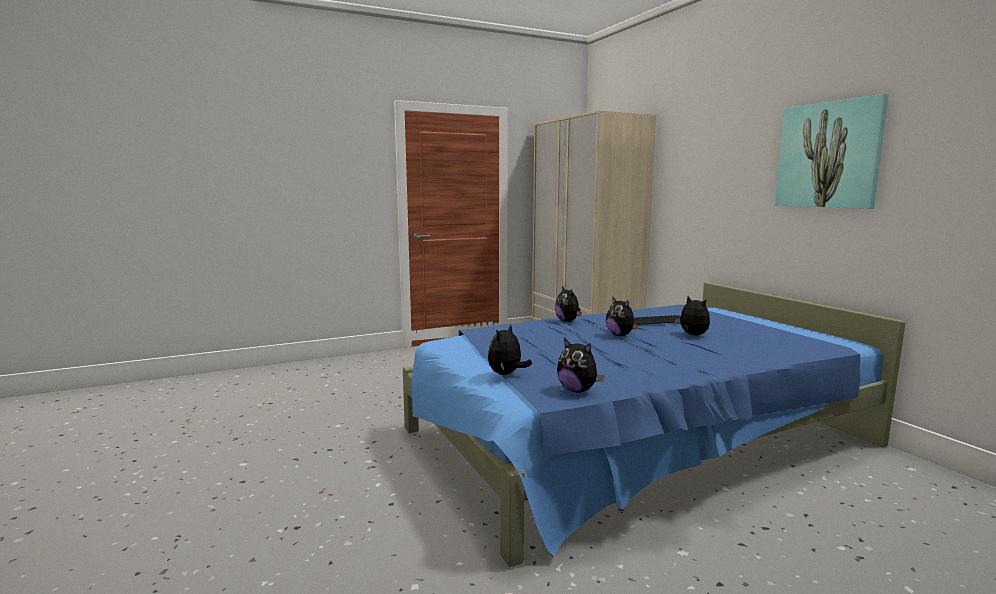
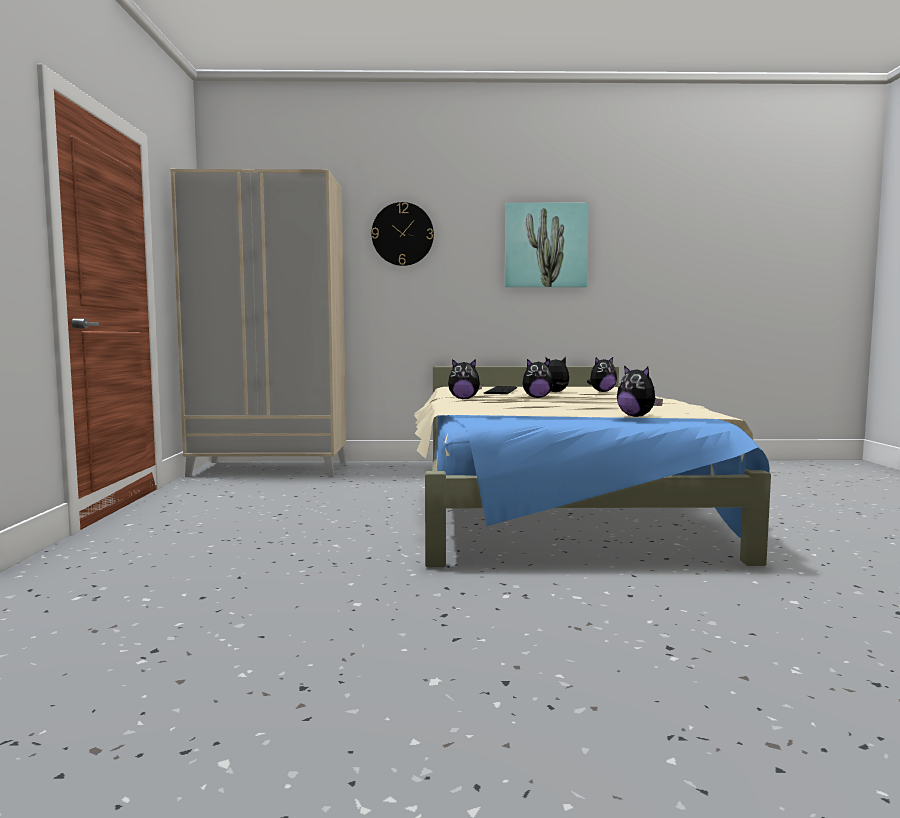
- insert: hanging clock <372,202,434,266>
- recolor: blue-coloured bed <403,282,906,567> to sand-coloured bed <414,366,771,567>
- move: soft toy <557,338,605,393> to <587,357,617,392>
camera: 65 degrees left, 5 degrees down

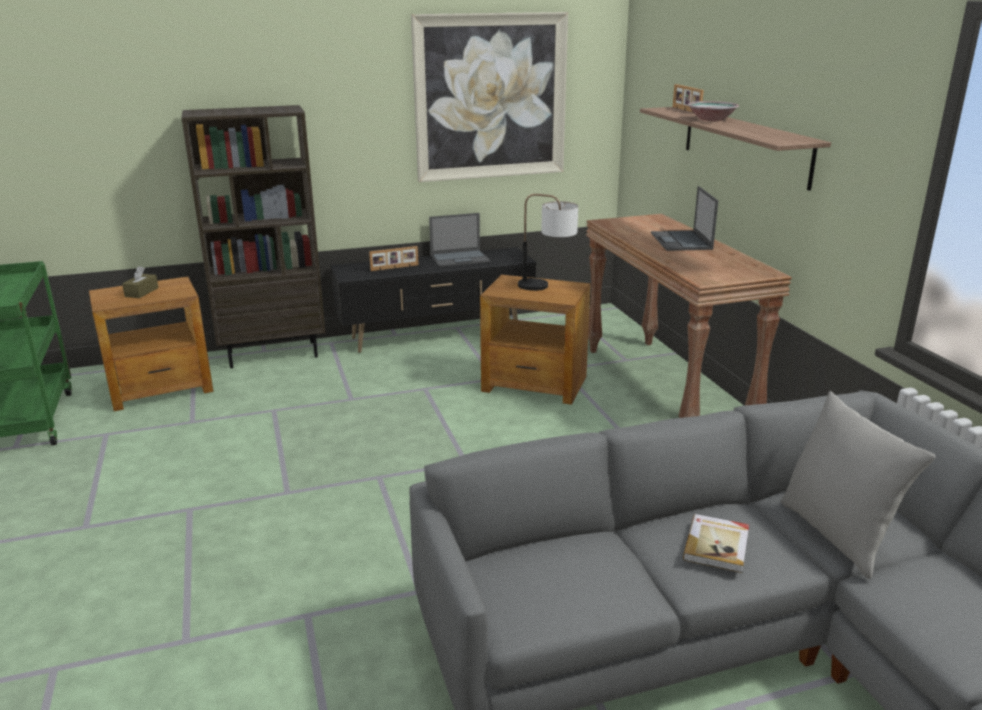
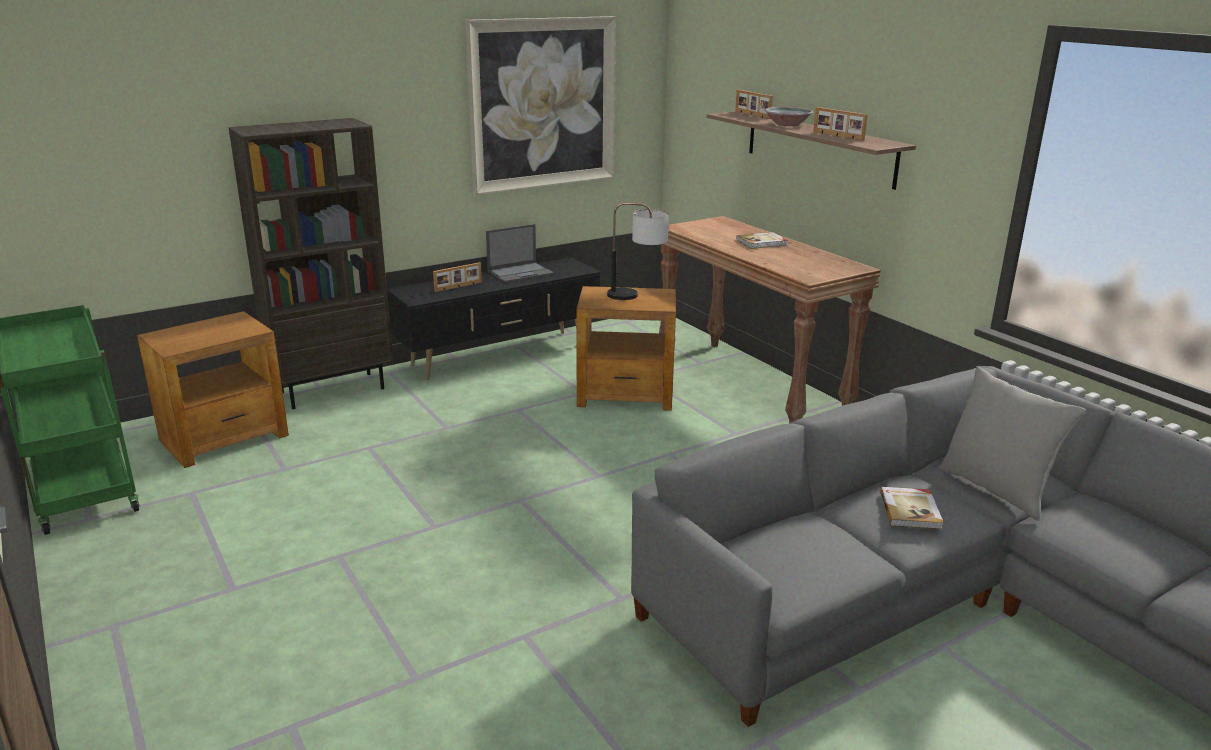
- replace: laptop <651,186,718,251> to book <736,232,788,248>
- insert: picture frame <813,107,868,140>
- delete: brownish tissue holder <122,266,159,298>
camera: 15 degrees left, 0 degrees up

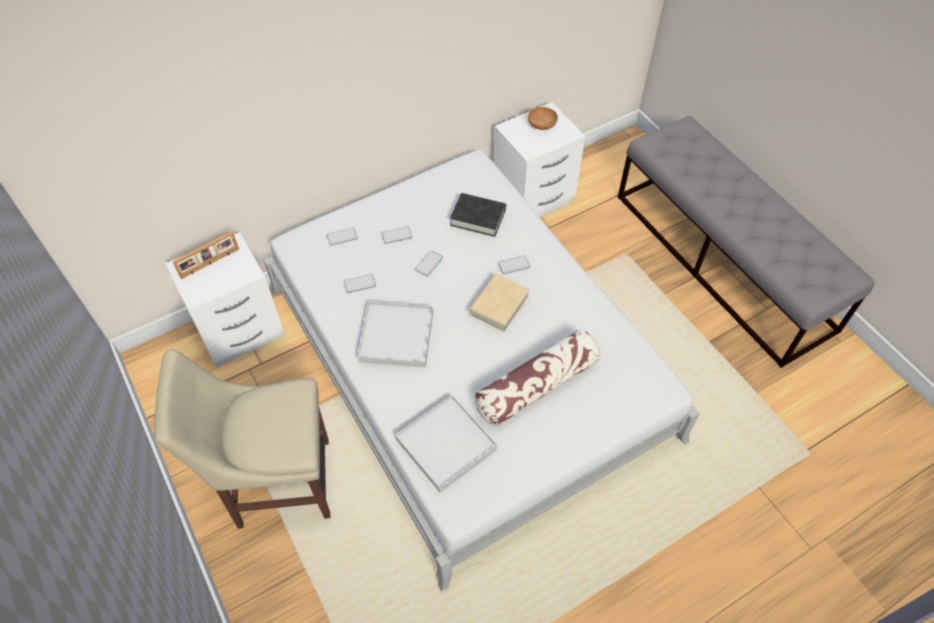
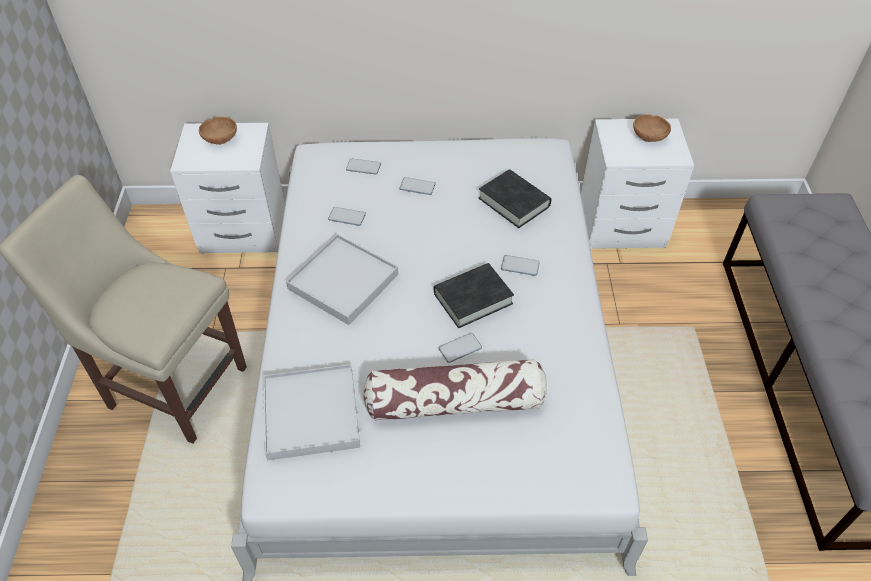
- replace: picture frame <172,231,239,279> to brownish deep dish <199,117,237,145>
- recolor: sand-coloured book <469,274,530,332> to blackish book <434,263,514,328>
- move: handset <415,251,443,276> to <438,333,482,363>
camera: 30 degrees right, 5 degrees down

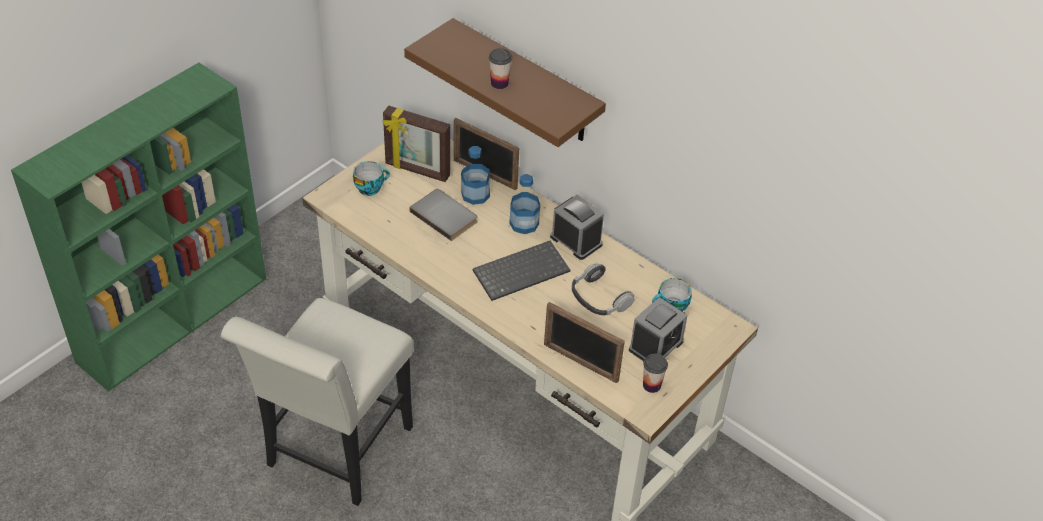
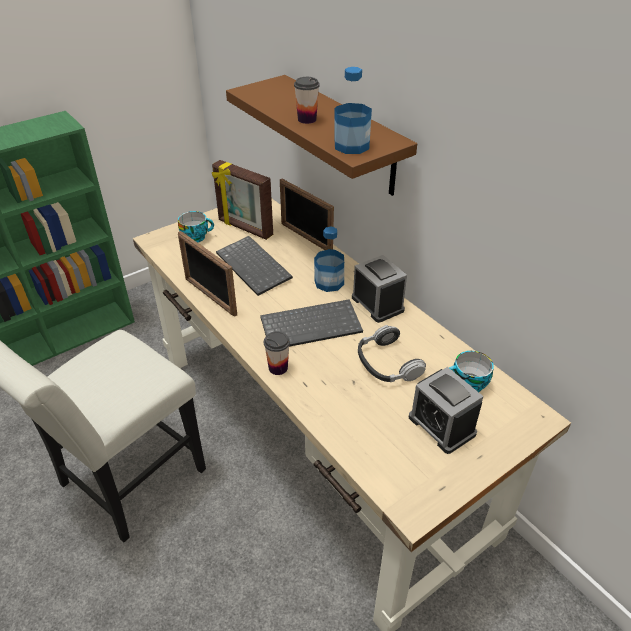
- move: picture frame <544,302,625,383> to <178,231,237,317>
- replace: gray book <410,189,478,241> to PC keyboard <216,236,293,296>
- move: drinking cup <643,354,668,393> to <264,331,290,375>
- move: bottle <461,146,490,205> to <334,67,372,154>
- rotate: bedside clock <629,297,688,361> = <409,367,483,454> 90 degrees clockwise
camera: 15 degrees right, 5 degrees down

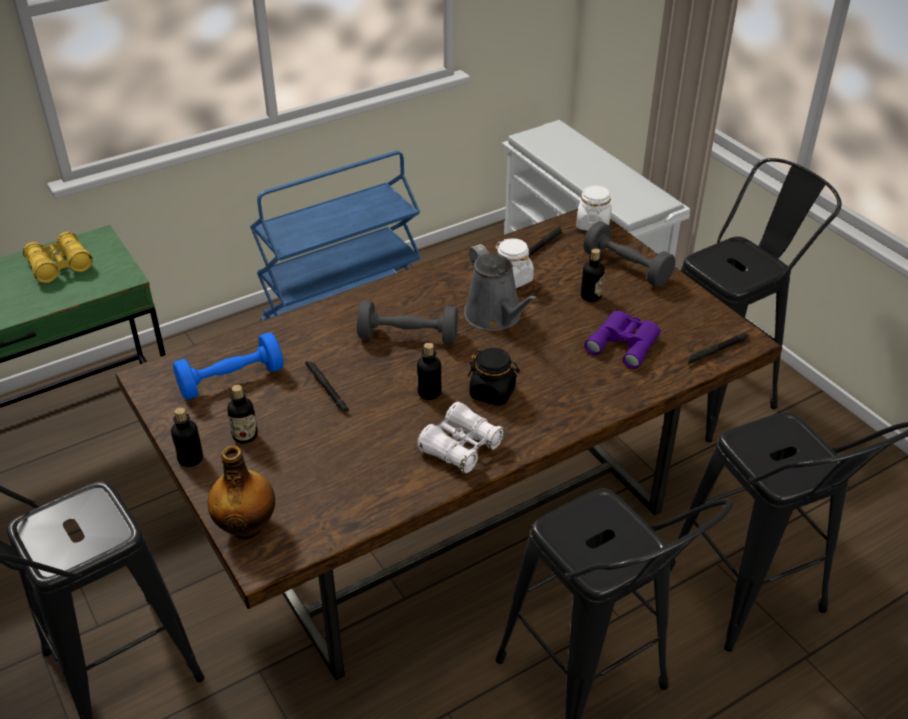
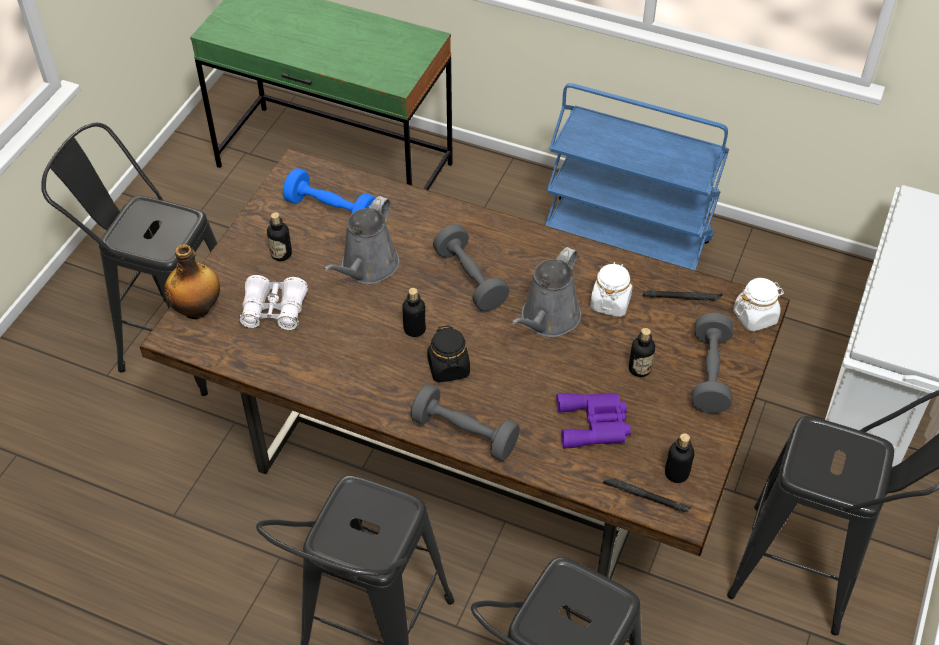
- move: white binoculars <417,402,505,474> to <239,275,308,330>
- replace: blackish hand torch <305,361,349,412> to gray watering pot <323,196,399,284>
- insert: gray hand weight <411,384,520,461>
- move: bottle <171,407,203,467> to <665,433,695,483>
- delete: yellowish binoculars <23,232,93,283>
camera: 55 degrees right, 10 degrees up

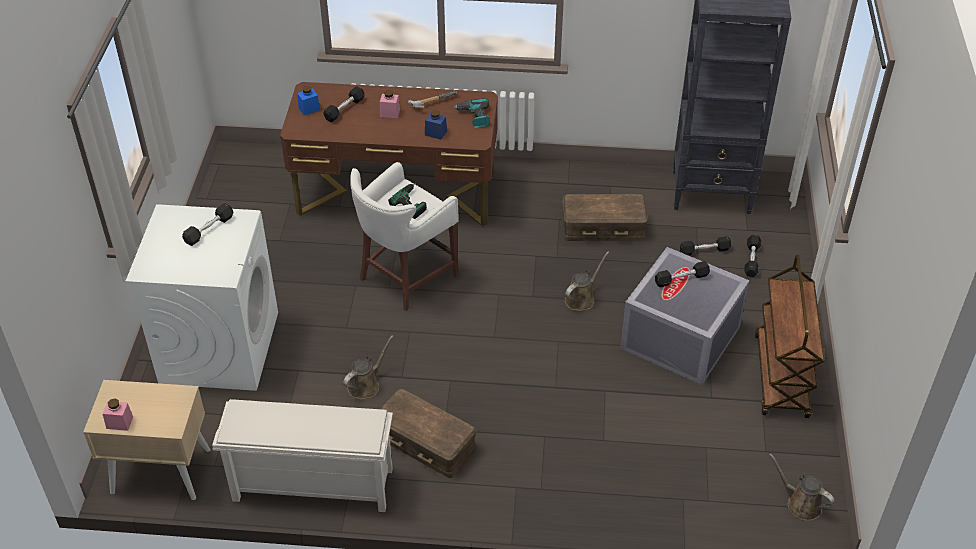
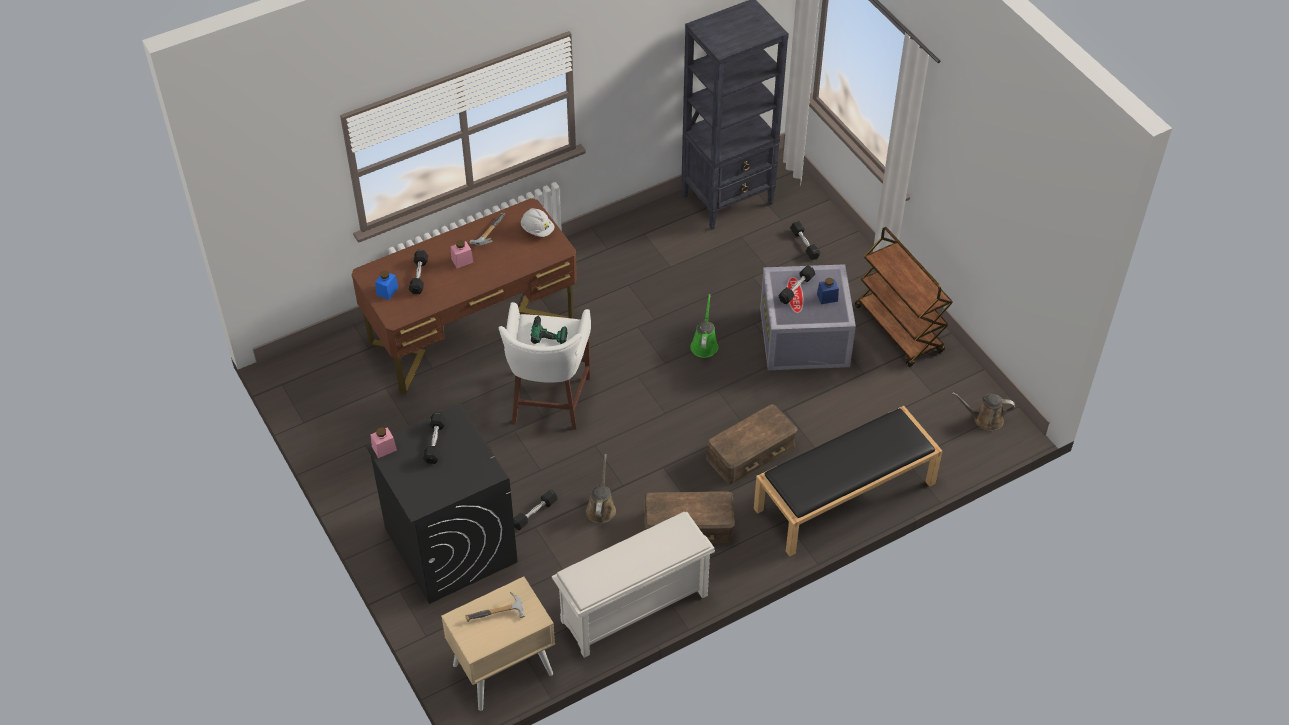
- recolor: white laundry appliance <126,204,278,391> to blackish laundry appliance <365,404,518,604>
- move: pinkish storage jar <103,399,133,431> to <370,427,397,458>
- insert: hammer <465,592,525,622>
- move: blackish hand weight <680,236,731,255> to <513,490,558,530>
- replace: power drill <453,98,490,128> to white safety helmet <521,208,555,237>
- recolor: brownish watering pot <565,252,609,311> to green watering pot <690,294,718,358>
- move: brownish storage bin <562,194,648,241> to <706,404,797,485>
- insert: blackish long seat <754,406,942,557>
- move: blue-coloured storage jar <425,110,447,140> to <817,278,839,304>
camera: 35 degrees left, 5 degrees up

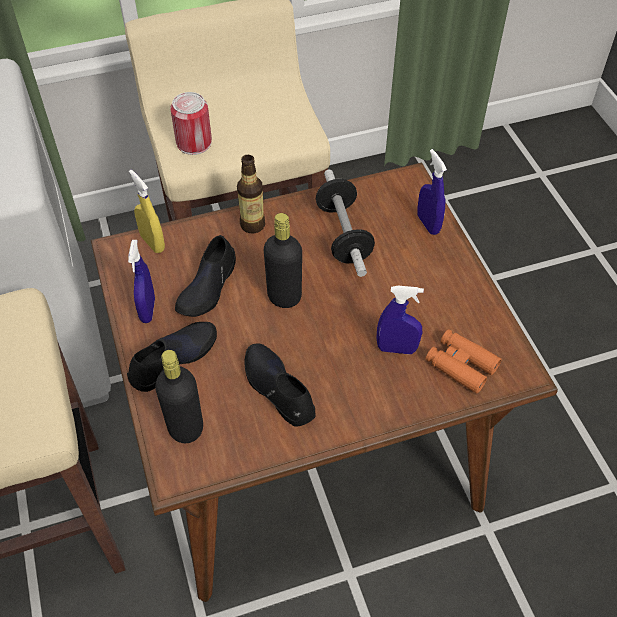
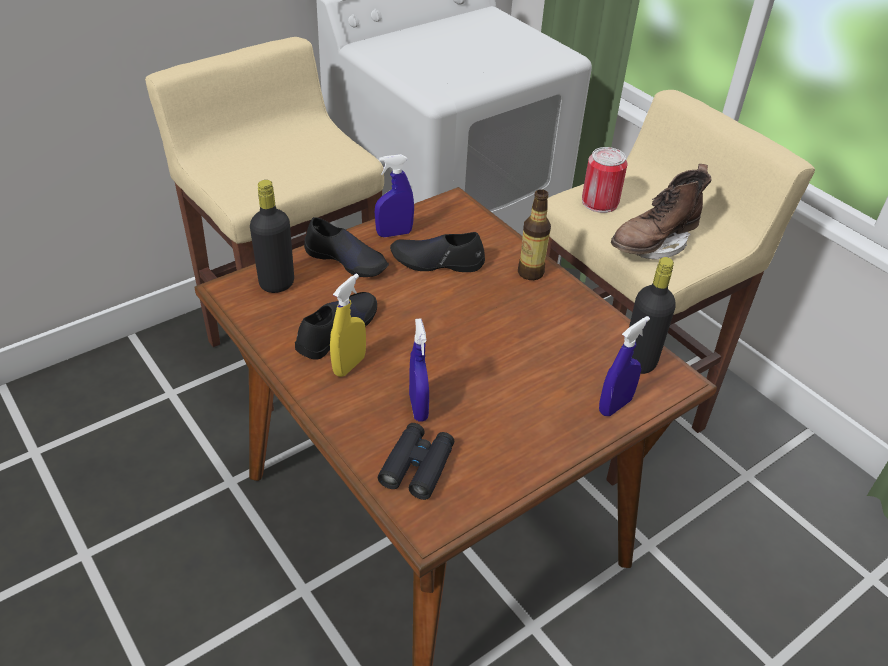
- move: yellowish sprayer <129,170,165,253> to <330,274,366,377>
- recolor: orange binoculars <426,329,502,394> to blackish binoculars <378,423,454,500>
- insert: brownish high-top boot <611,164,712,260>
- move: blackish bottle <264,213,302,308> to <629,257,676,374>
- delete: hand weight <315,169,375,277>
camera: 70 degrees right, 10 degrees down

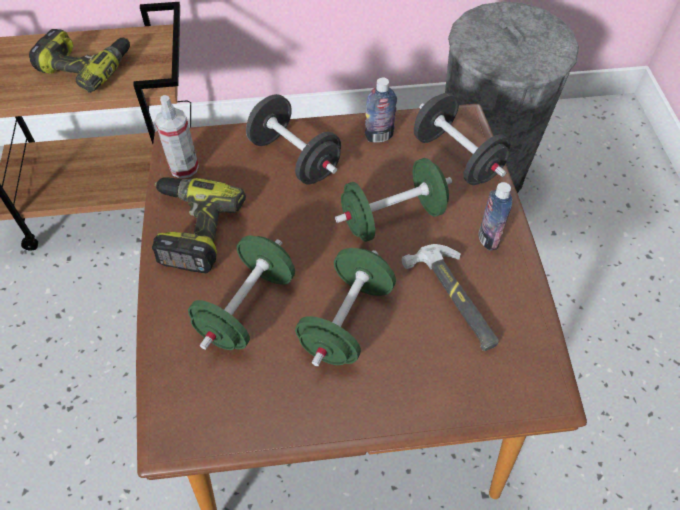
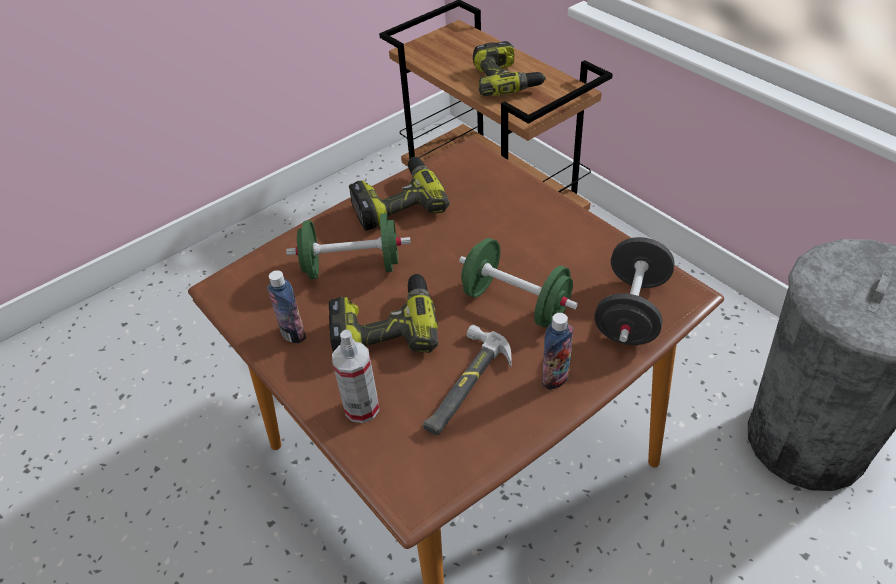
- move: bottle <365,77,397,143> to <267,270,306,343>
- replace: green hand weight <295,248,396,366> to power drill <328,274,438,353>
- move: sprayer <155,95,199,179> to <332,329,379,423>
- delete: blackish hand weight <246,94,341,184>
camera: 60 degrees right, 10 degrees down

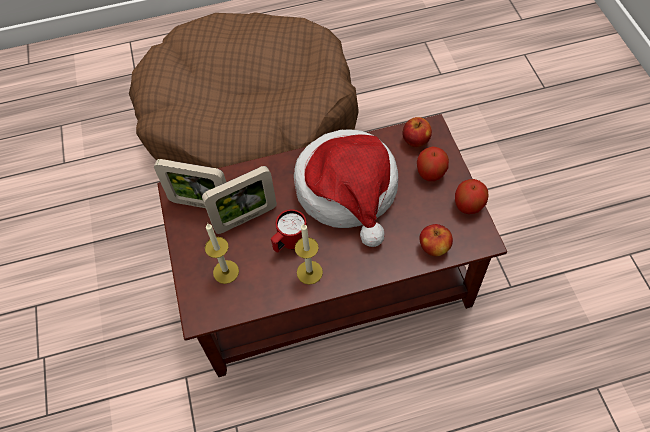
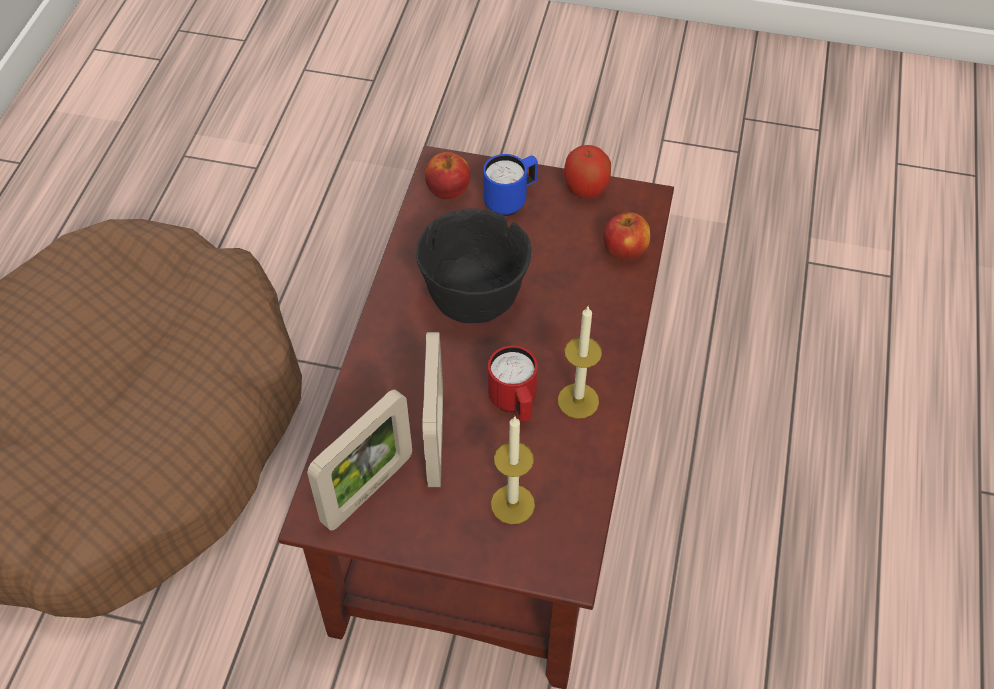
- replace: clothing hat <294,130,398,247> to blackish deep dish <416,208,532,323>
- replace: apple fruit <417,147,449,181> to blue-coloured tea mug <483,154,538,216>
camera: 65 degrees left, 5 degrees down

